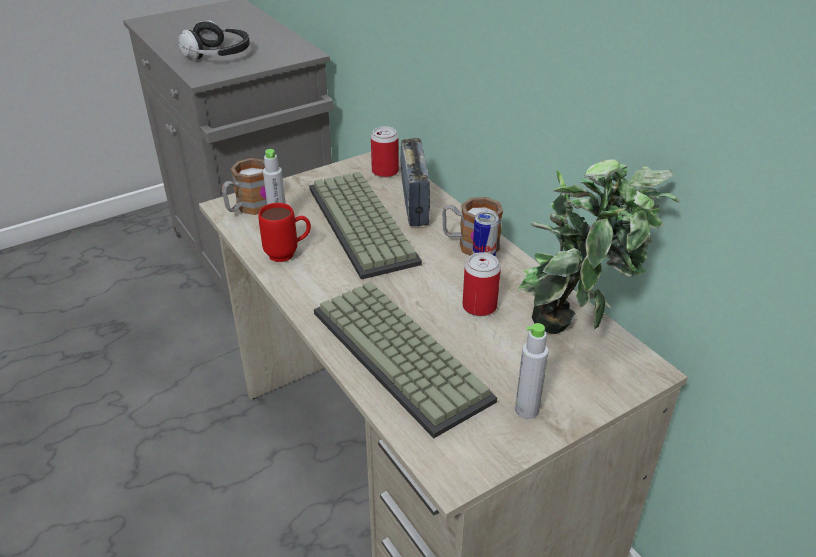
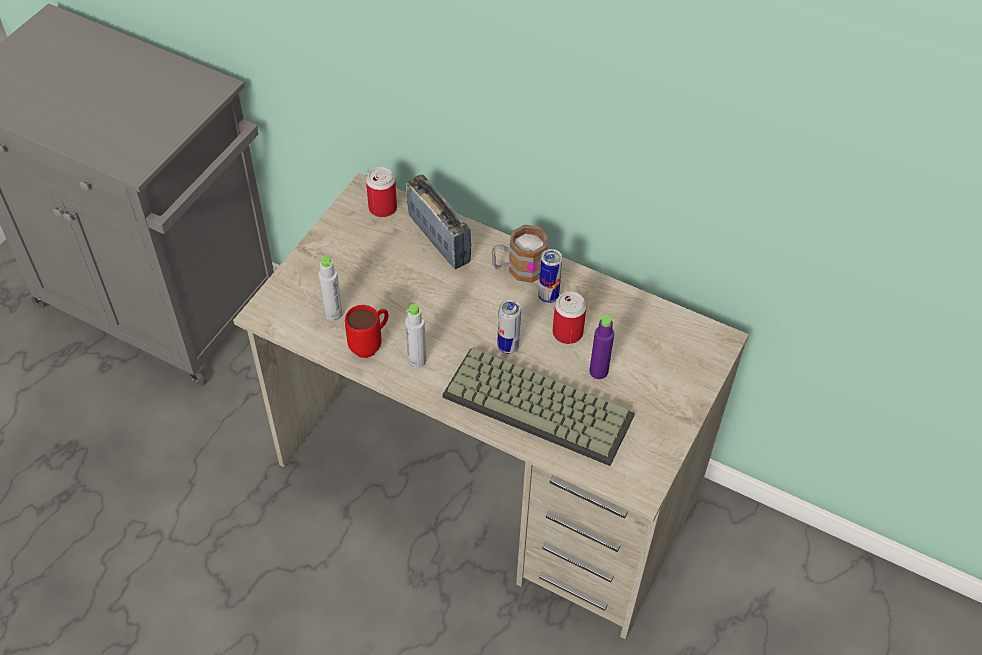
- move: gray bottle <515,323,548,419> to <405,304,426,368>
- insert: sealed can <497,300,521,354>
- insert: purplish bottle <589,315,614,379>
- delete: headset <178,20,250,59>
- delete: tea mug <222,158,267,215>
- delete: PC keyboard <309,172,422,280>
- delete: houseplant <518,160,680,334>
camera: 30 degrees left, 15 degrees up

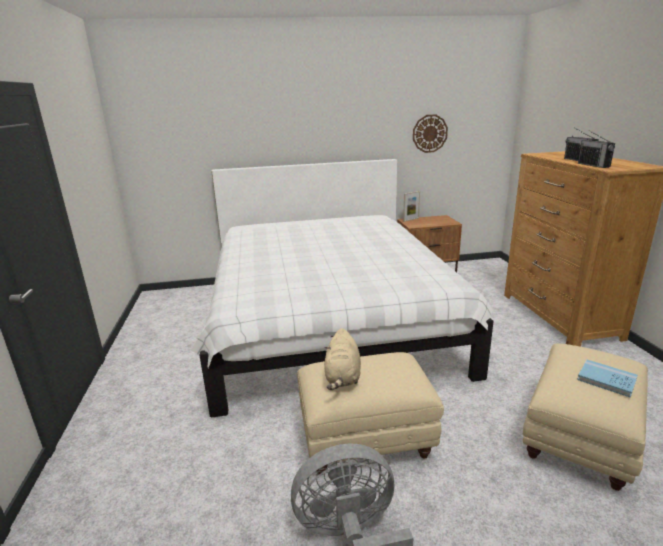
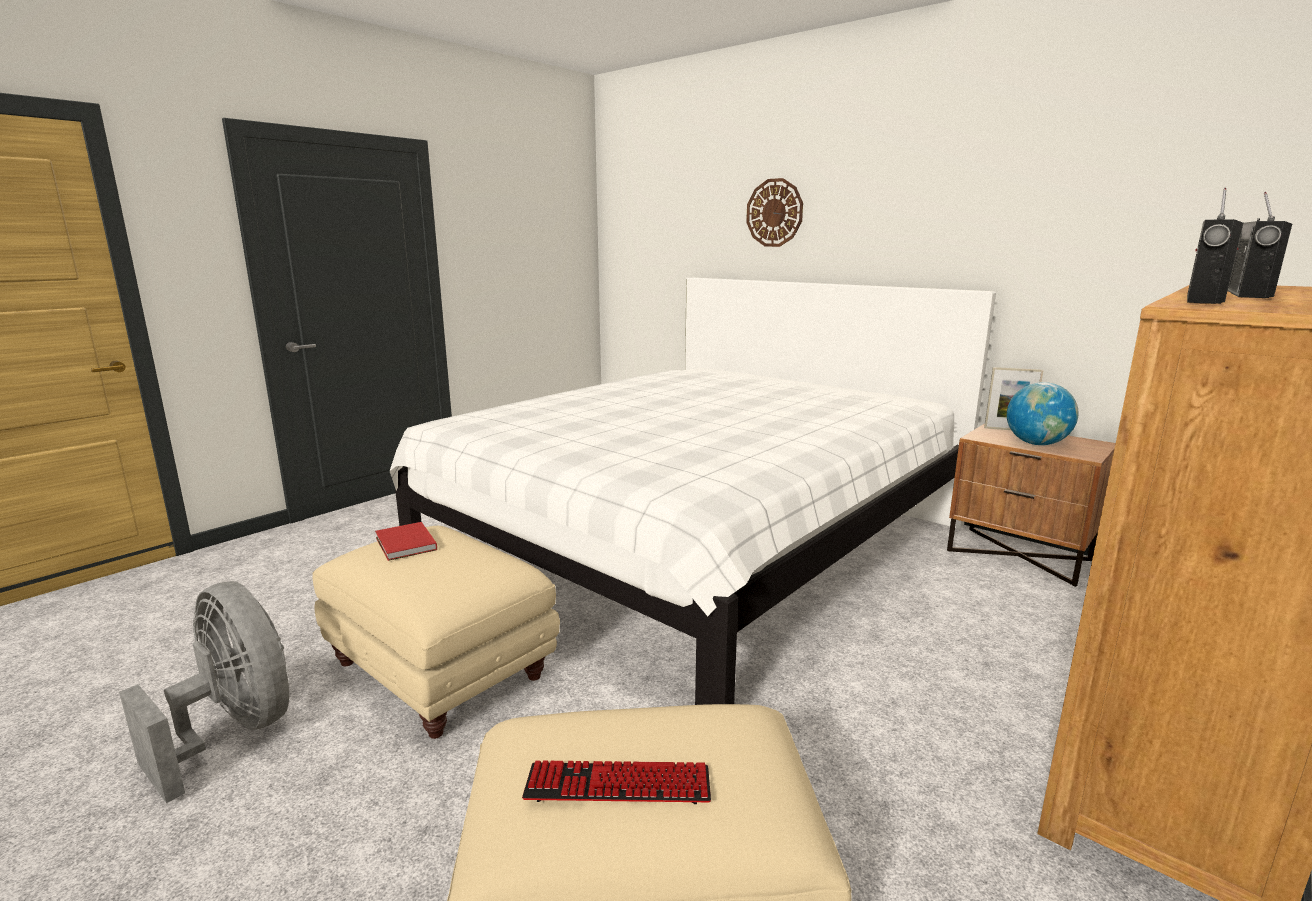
- replace: sand-coloured soft toy <324,328,361,390> to red-coloured book <375,522,437,561>
- replace: blue-coloured book <577,360,638,397> to PC keyboard <522,760,711,804>
- move: hanging clock <413,114,448,153> to <746,178,803,247>
- insert: desk globe <1007,382,1079,445>
camera: 50 degrees right, 5 degrees down

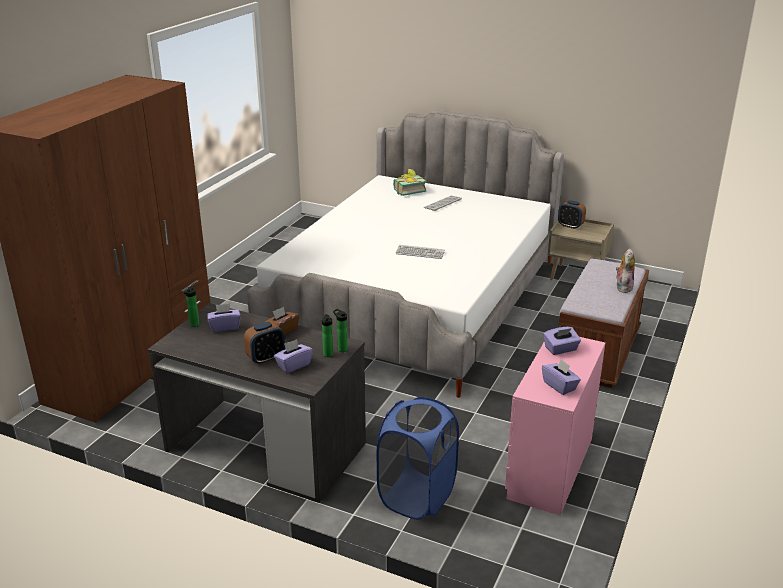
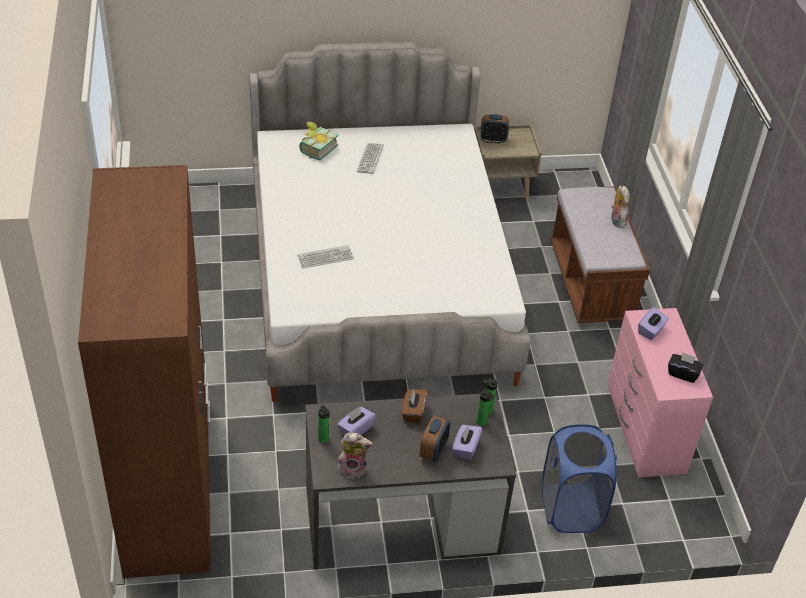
- move: PC keyboard <395,245,445,259> to <297,245,354,268>
- insert: soft toy <338,432,373,478>
- recolor: purplish tissue holder <542,359,581,395> to blackish tissue holder <668,352,703,383>
camera: 35 degrees left, 15 degrees up

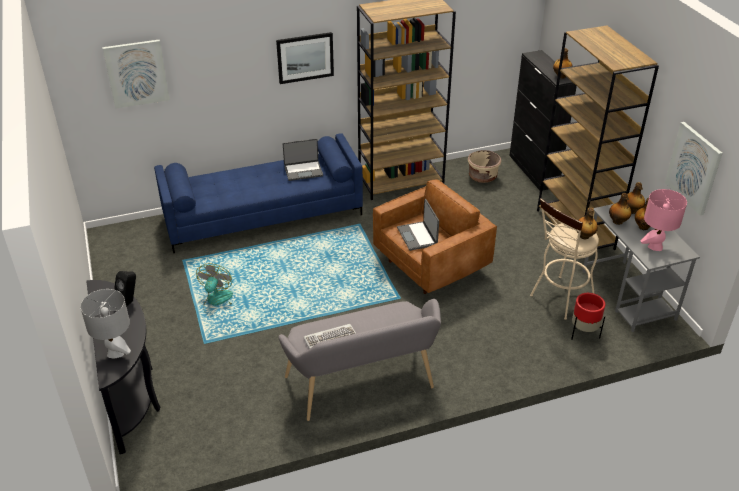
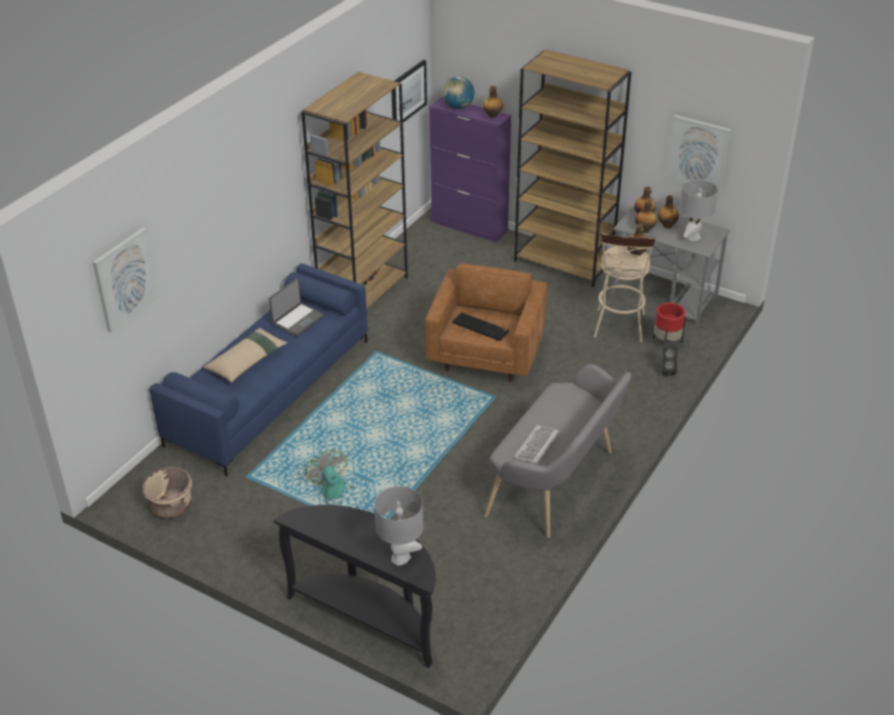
- move: sand-coloured flower pot <468,150,501,183> to <142,467,192,518>
- insert: sand-coloured pillow <203,328,287,383>
- move: wall picture <276,32,334,84> to <391,60,427,123>
- recolor: blackish cabinet <509,50,577,191> to purplish cabinet <429,97,511,242>
- insert: desk globe <442,76,474,109>
- replace: laptop <397,199,439,251> to PC keyboard <453,312,509,341>
- move: blackish audio speaker <114,271,136,307> to <662,340,677,376>
- recolor: pinkish lamp for a table <641,189,687,251> to gray lamp for a table <680,179,718,241>
camera: 40 degrees left, 0 degrees up

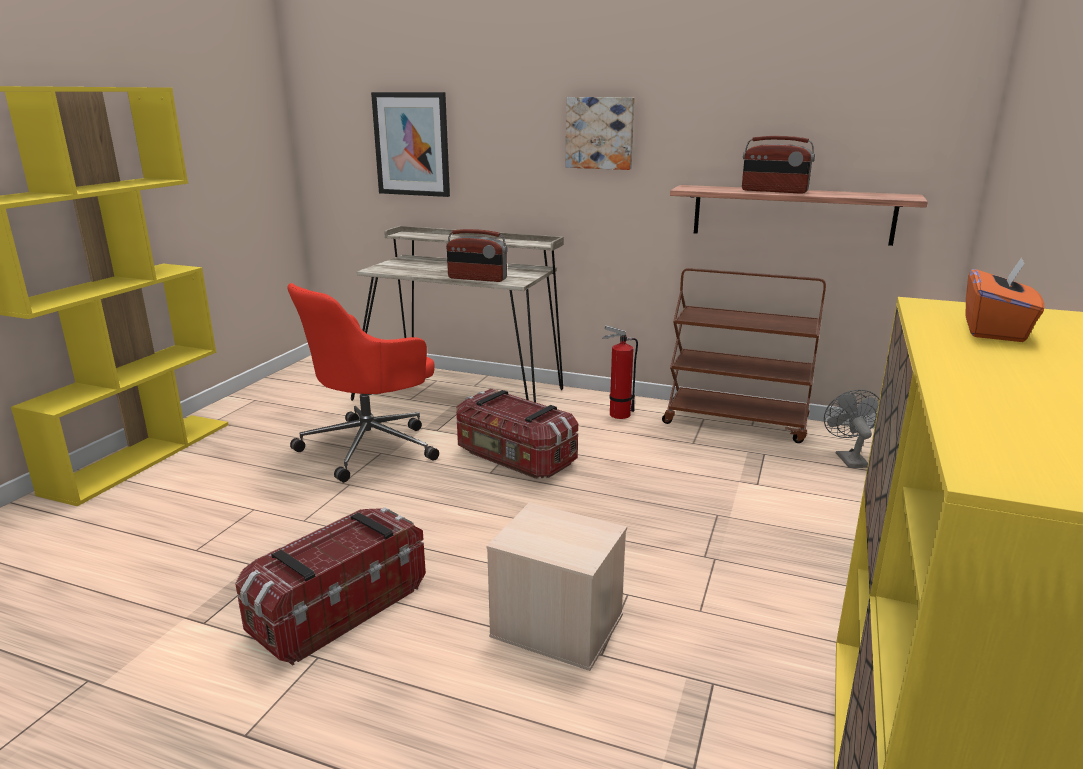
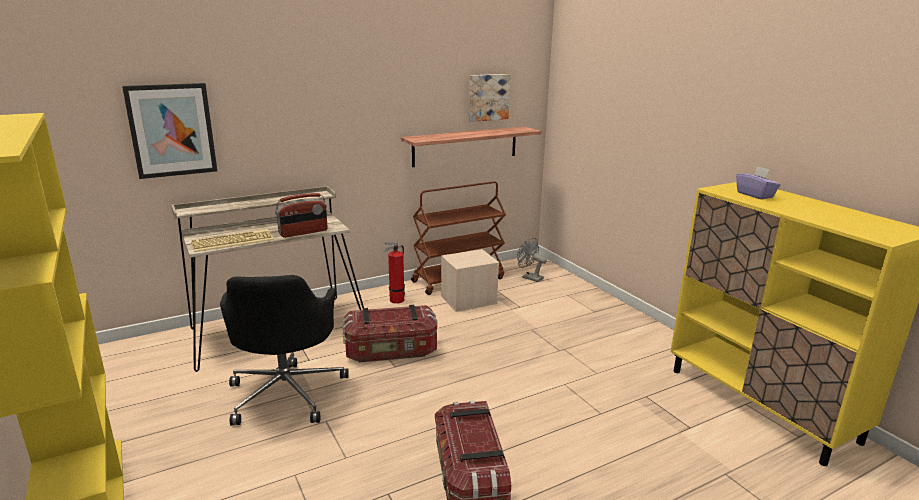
- insert: PC keyboard <191,229,274,252>
- recolor: red-coloured office chair <287,283,439,482> to blackish office chair <220,275,349,425>
- move: sand-coloured storage bin <487,502,627,671> to <441,249,499,312>
- move: wall picture <566,97,635,170> to <469,74,511,122>
- recolor: orange tissue holder <966,257,1045,342> to purplish tissue holder <736,166,780,199>
- delete: radio receiver <742,136,815,194>
camera: 50 degrees left, 0 degrees up

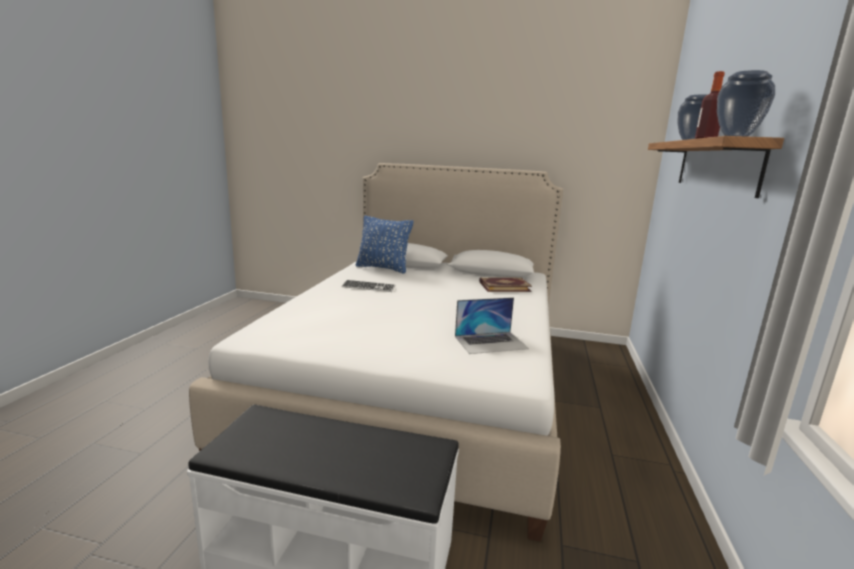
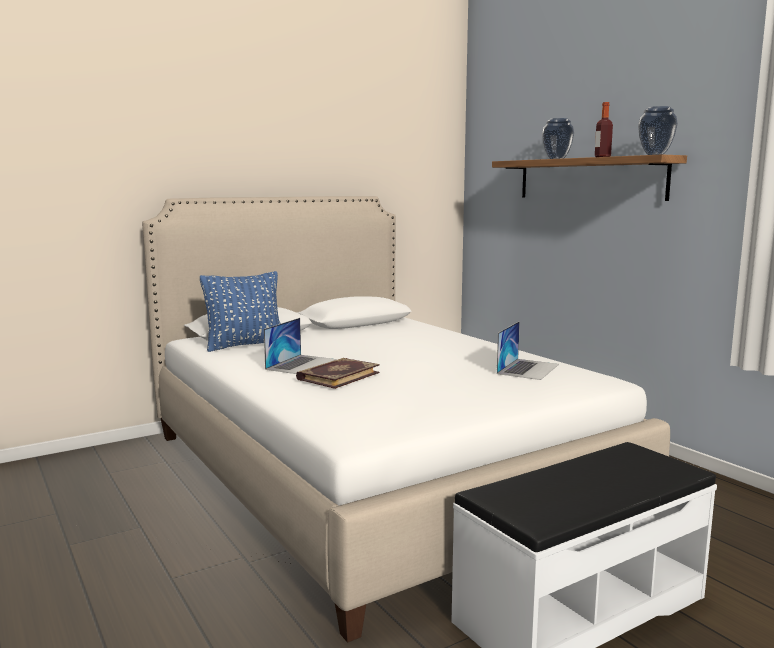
- replace: PC keyboard <342,280,396,292> to laptop <264,318,336,374>
- move: book <479,277,532,292> to <296,358,380,389>
camera: 45 degrees left, 5 degrees down

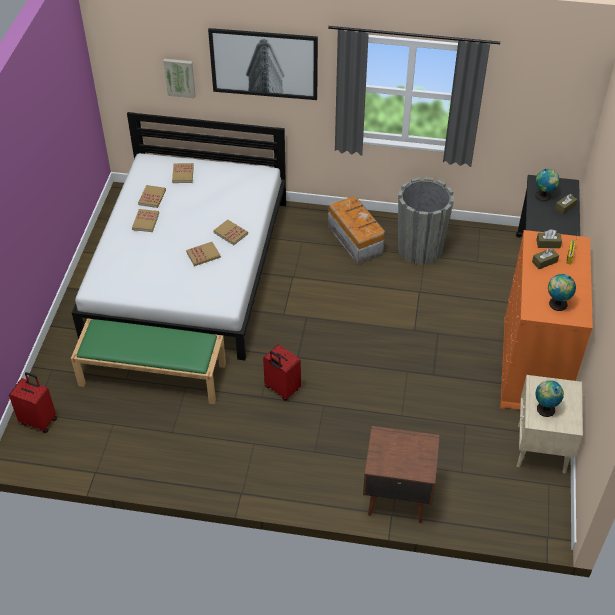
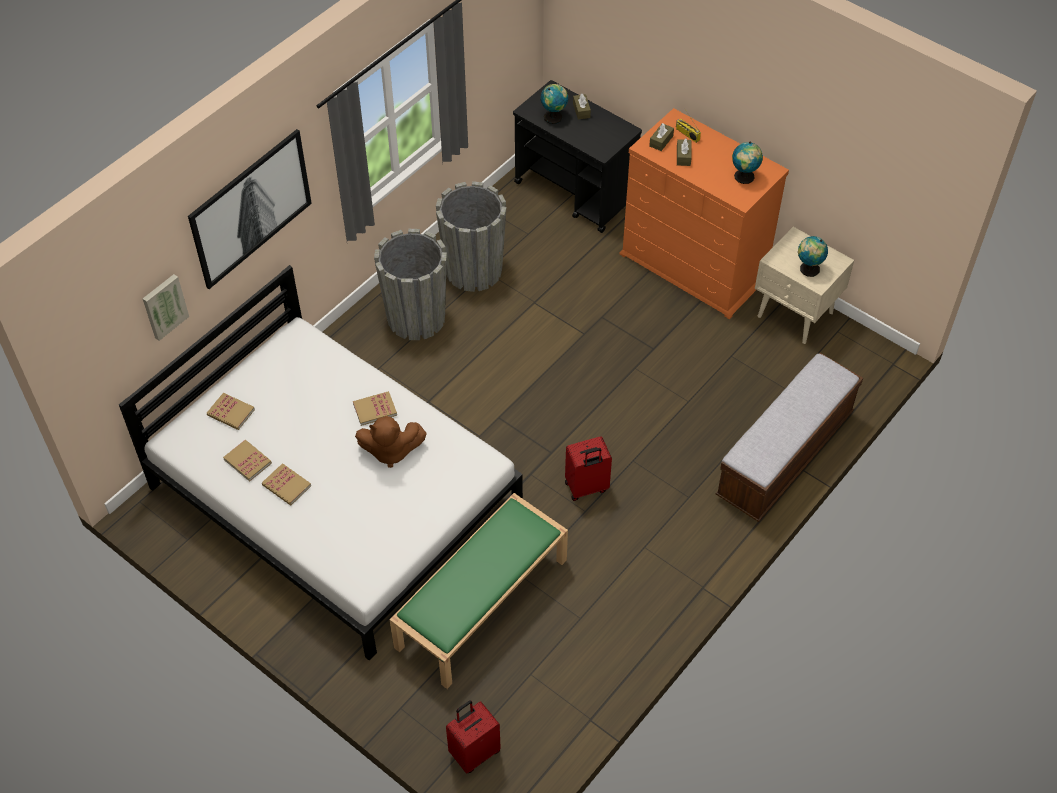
- replace: book <186,242,221,266> to brownish soft toy <355,416,427,468>
- replace: storage bin <328,196,385,265> to gray flower pot <374,229,447,340>
- replace: brownish nightstand <363,426,440,523> to long seat <716,353,863,522>
camera: 60 degrees left, 5 degrees up

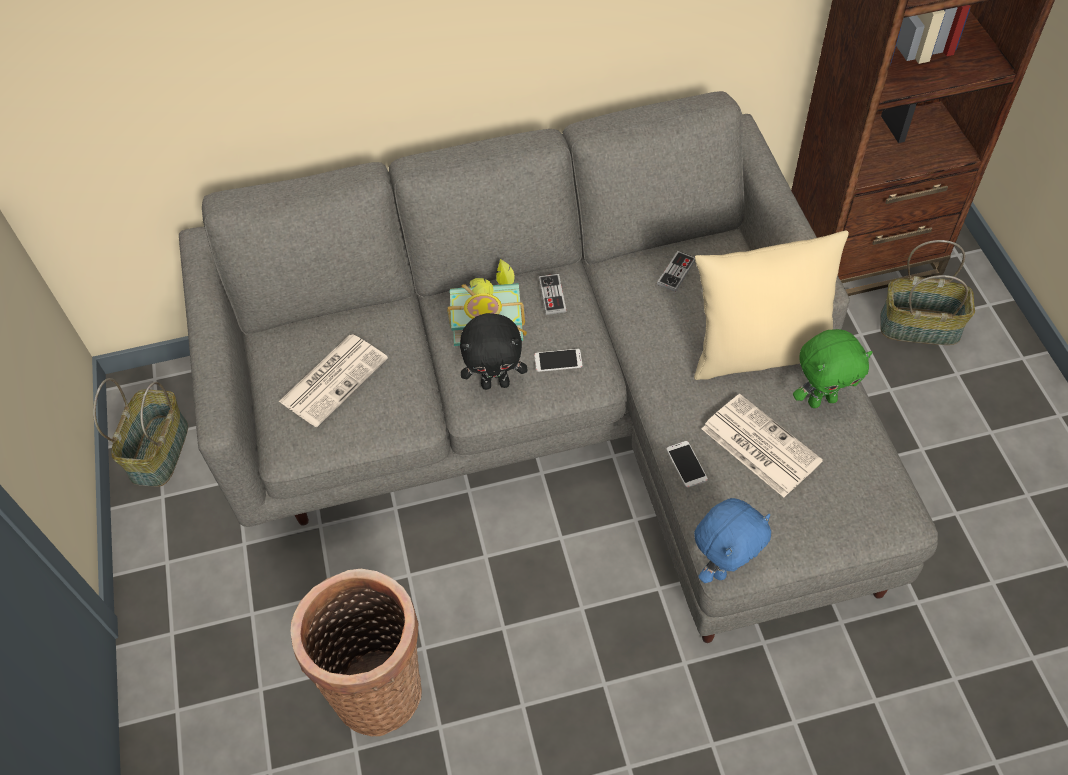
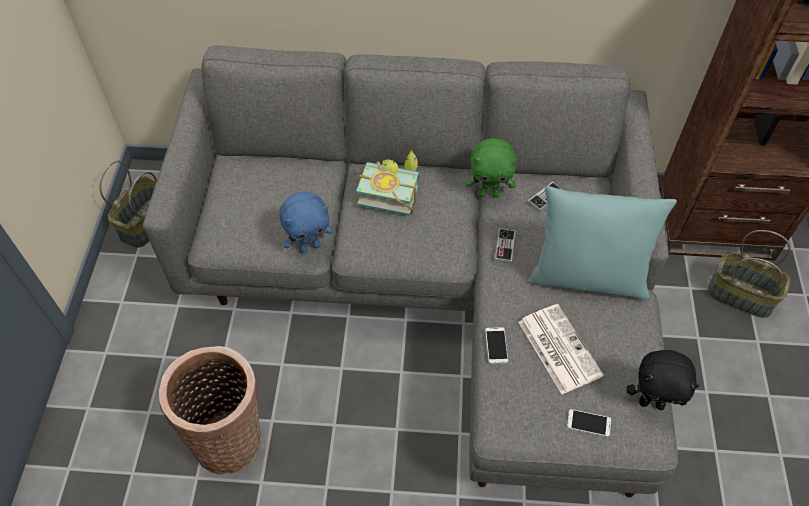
- move: blue-coloured soft toy <694,498,771,583> to <279,192,333,253>
- move: green soft toy <793,329,872,408> to <466,138,517,198>
- move: joypad <539,274,566,315> to <495,228,516,263>
- recolor: sand-coloured pillow <694,230,849,380> to turquoise pillow <528,186,677,300>
- move: handset <534,349,582,372> to <567,409,611,437>
- move: blackish soft toy <460,313,527,390> to <627,350,699,410>
- delete: daily paper <279,334,388,427>
camera: 15 degrees right, 0 degrees up

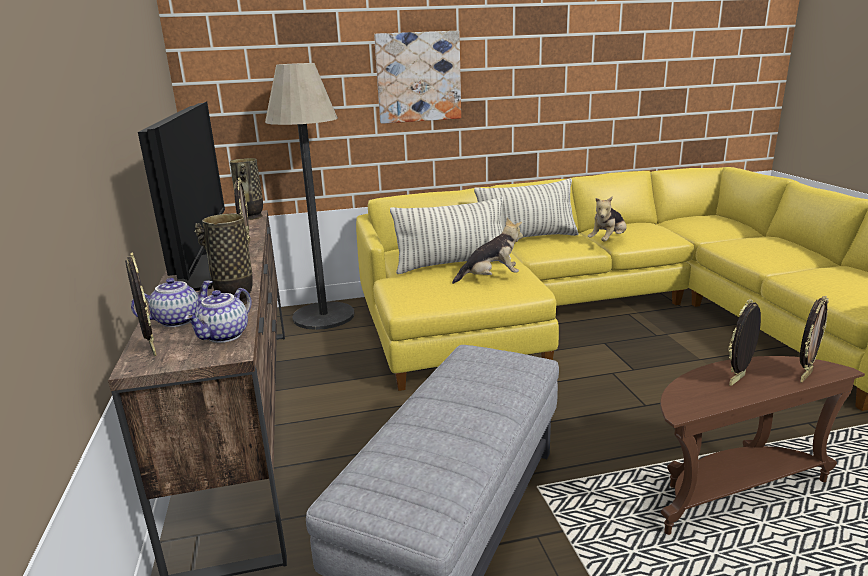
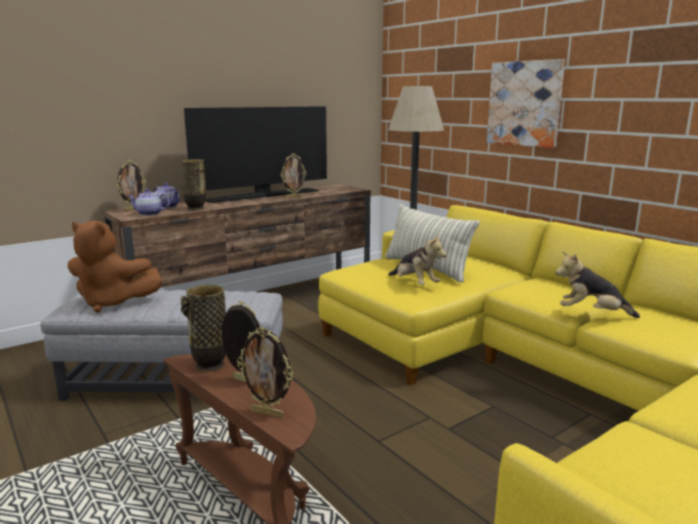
- insert: brownish soft toy <68,221,162,313>
- move: flower vase <230,158,263,220> to <180,285,226,372>
- delete: pillow <474,178,579,238>
camera: 65 degrees right, 5 degrees down

